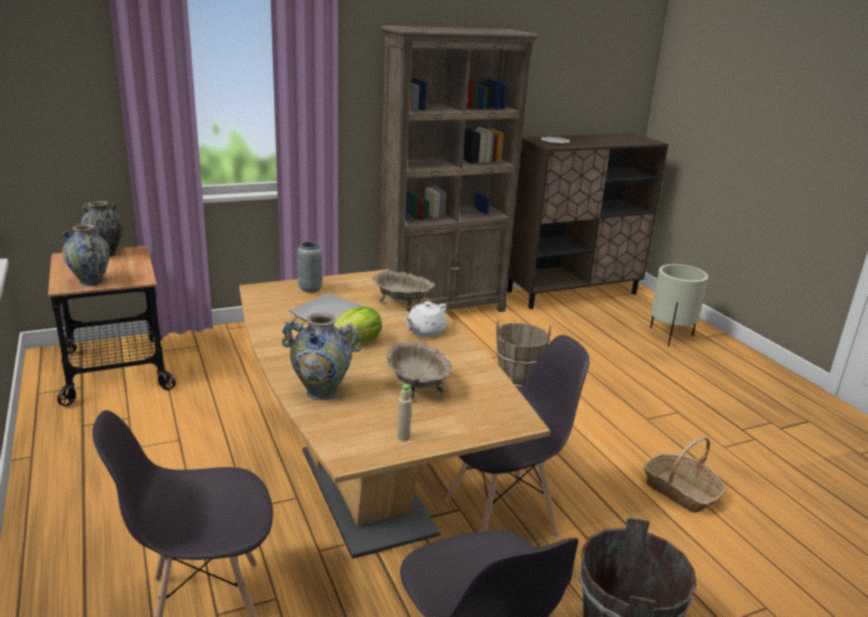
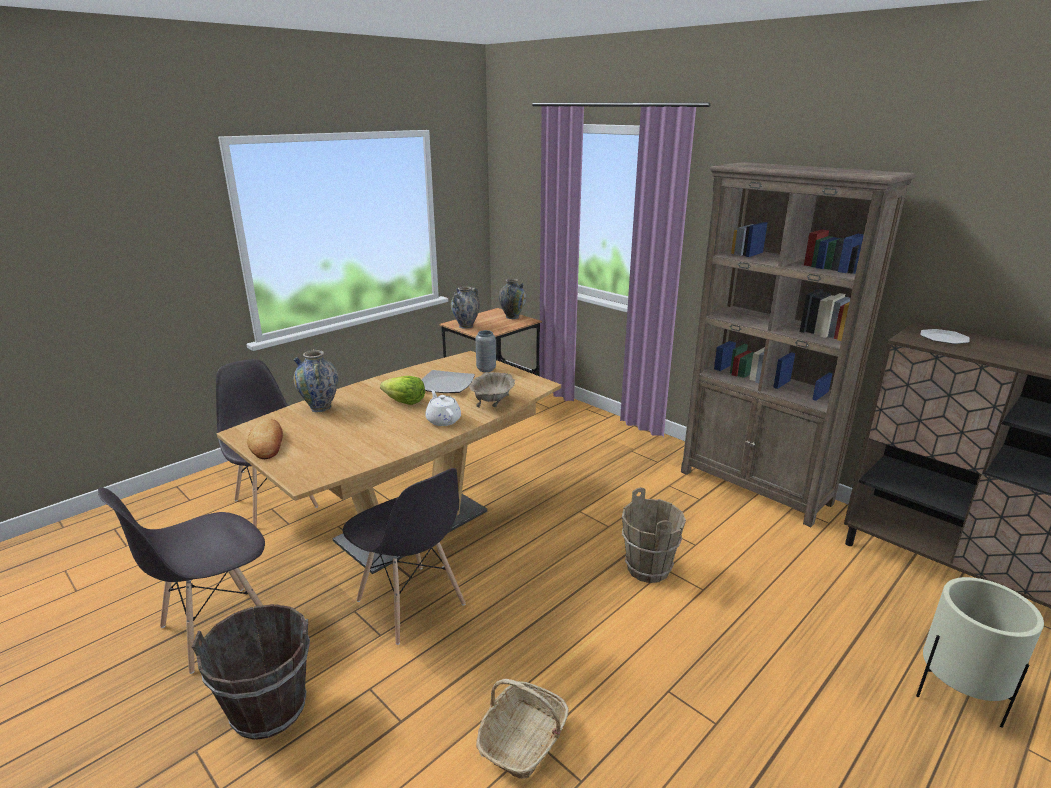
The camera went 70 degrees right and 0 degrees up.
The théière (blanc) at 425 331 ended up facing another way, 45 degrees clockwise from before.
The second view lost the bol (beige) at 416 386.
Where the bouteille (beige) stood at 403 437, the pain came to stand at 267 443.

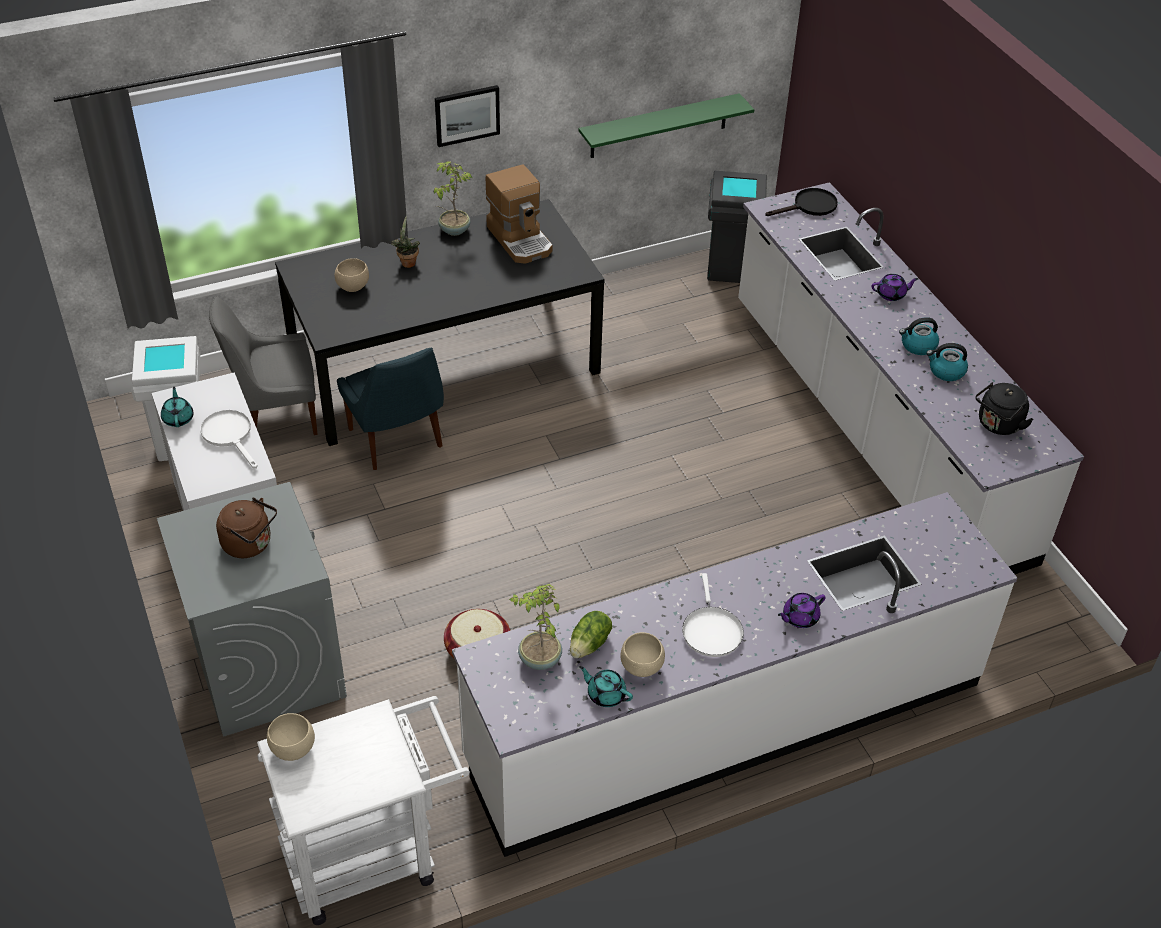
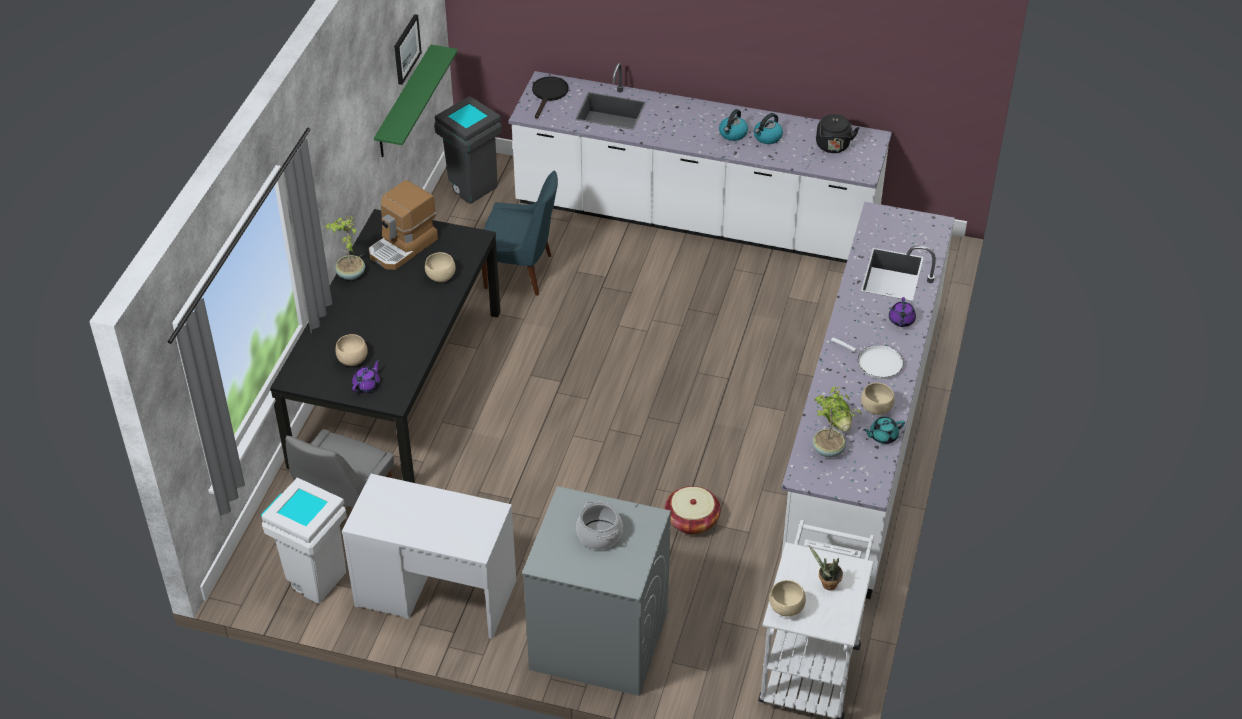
The camera went 50 degrees left and 0 degrees up.
The tableau ended up elsewhere, having gone from 467 115 to 406 49.
The machine à café at 521 239 ended up facing another way, 120 degrees clockwise from before.
The plante en pot ended up elsewhere, having gone from 407 262 to 826 584.
The théière (violet) ended up elsewhere, having gone from 891 294 to 367 385.
The chaise (bleu) ended up elsewhere, having gone from 397 440 to 521 272.
The second view lost the théière (turquoise) at 178 418.
The second view lost the poêle (blanc) at 230 435.
Where the bouilloire (marron) stood at 250 544, the marmite came to stand at 599 535.
The second view gained the bol (beige) at 441 278.

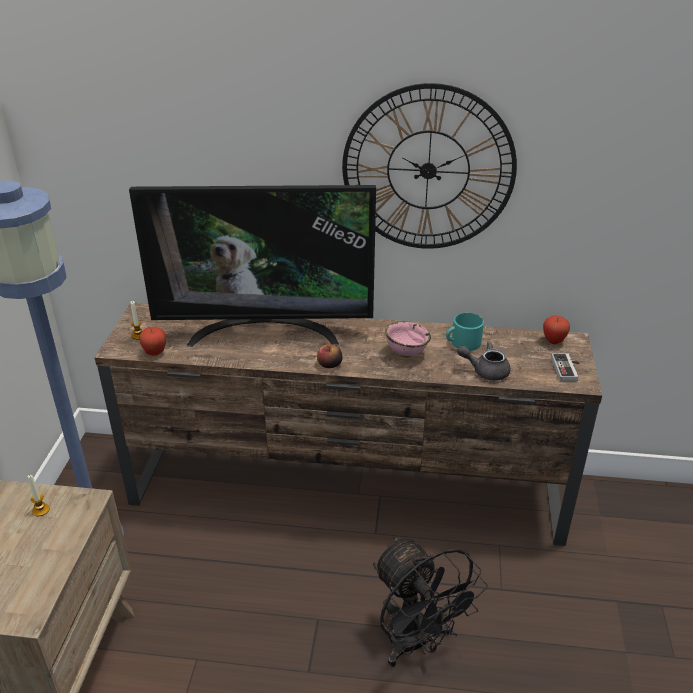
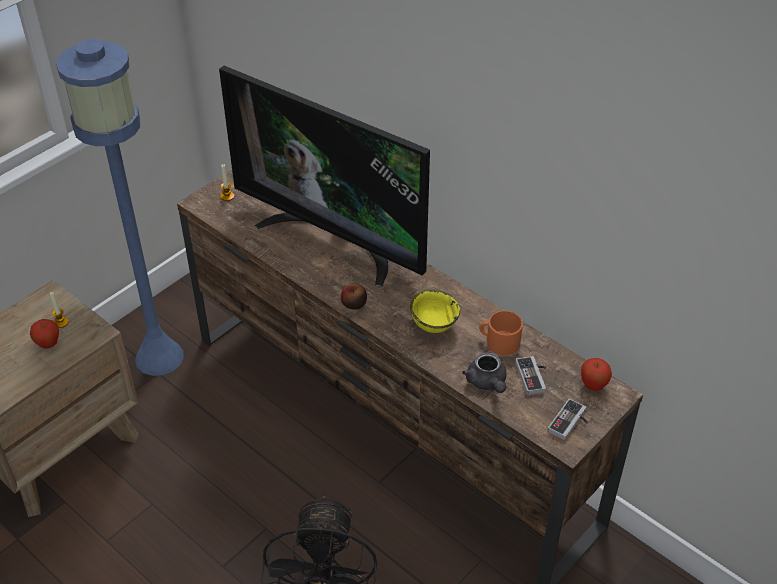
The camera went 35 degrees right and 10 degrees up.
The second view lost the horloge murale at 428 170.
What was the mug (turquoise) at 462 343 turned into the mug (orange) at 498 342.
What was the bol (rose) at 405 353 turned into the bol (jaune) at 433 325.
The pomme ended up elsewhere, having gone from 155 353 to 48 344.
The théière (gris) at 485 371 ended up facing another way, 150 degrees counterclockwise from before.
The second view gained the manette at 534 377.

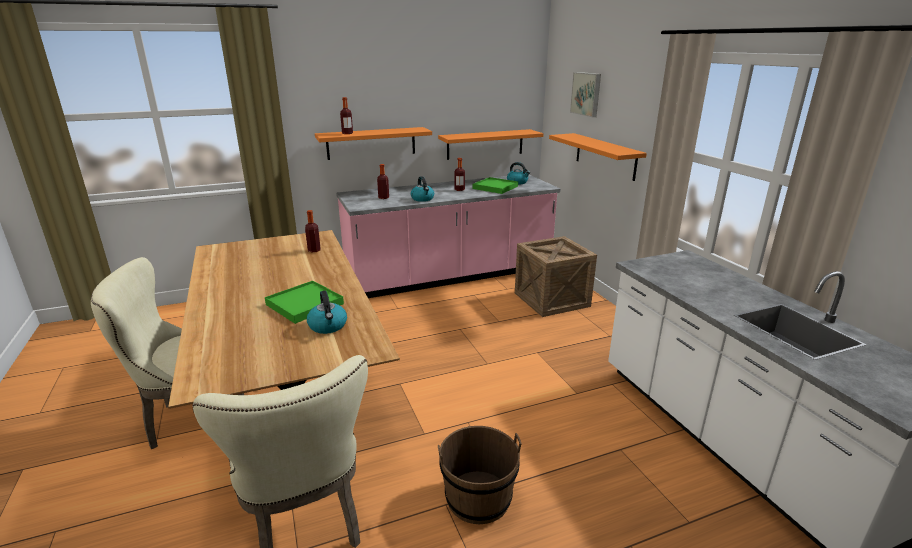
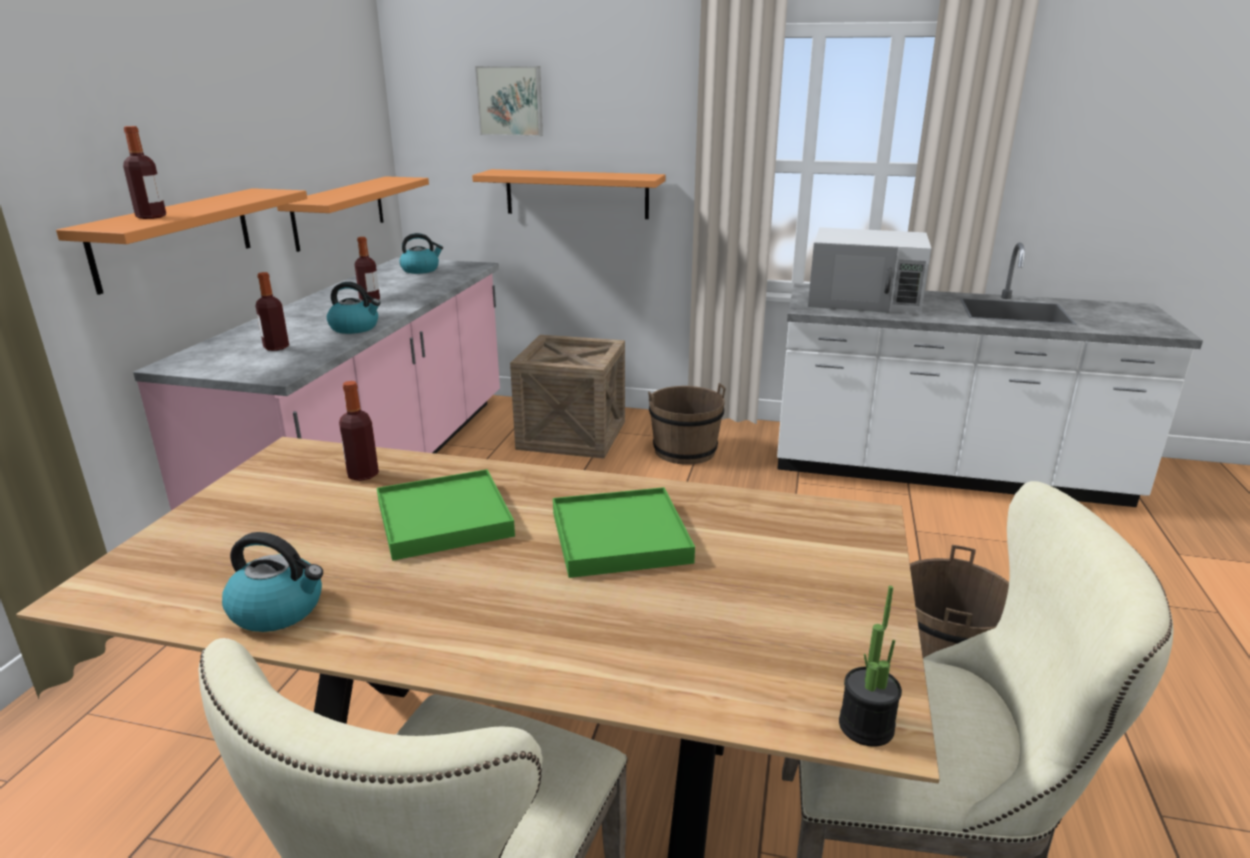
The camera went 55 degrees left and 0 degrees up.
The plateau (vert) ended up elsewhere, having gone from 495 187 to 444 519.
The bouilloire ended up elsewhere, having gone from 328 326 to 279 609.
The second view gained the micro-ondes (blanc) at 865 299.
The second view gained the seau (marron) at 685 451.
The second view gained the plante en pot at 866 726.

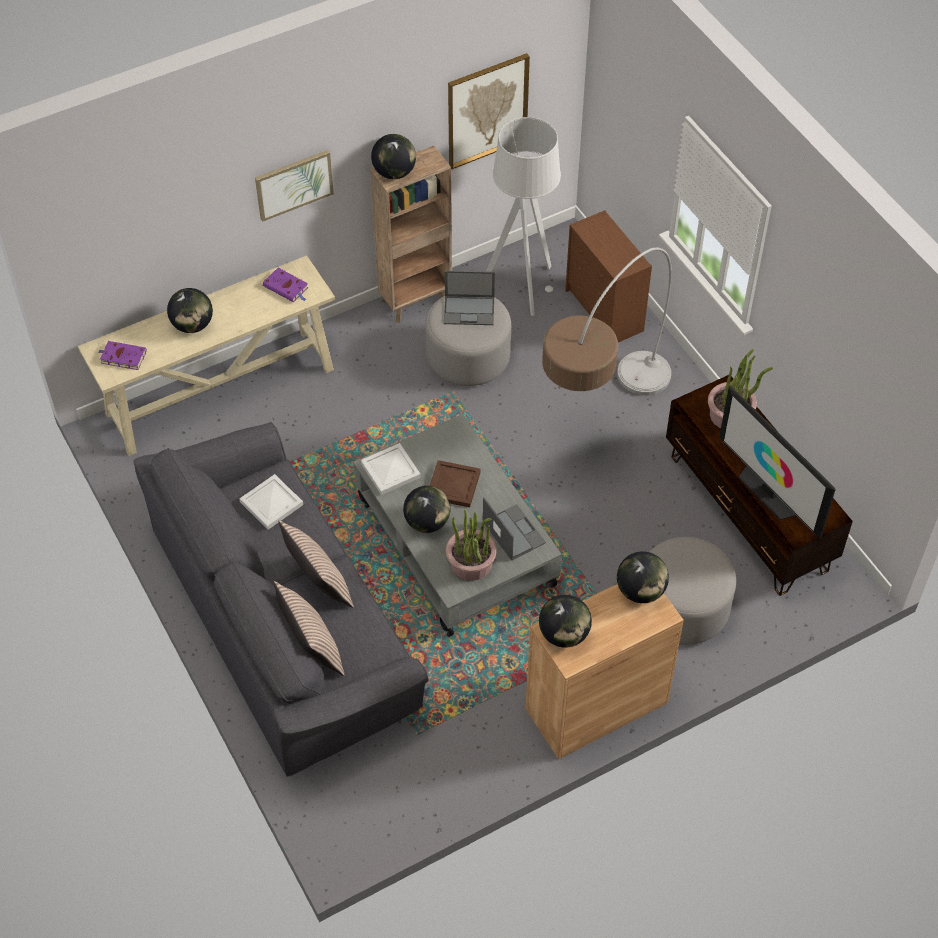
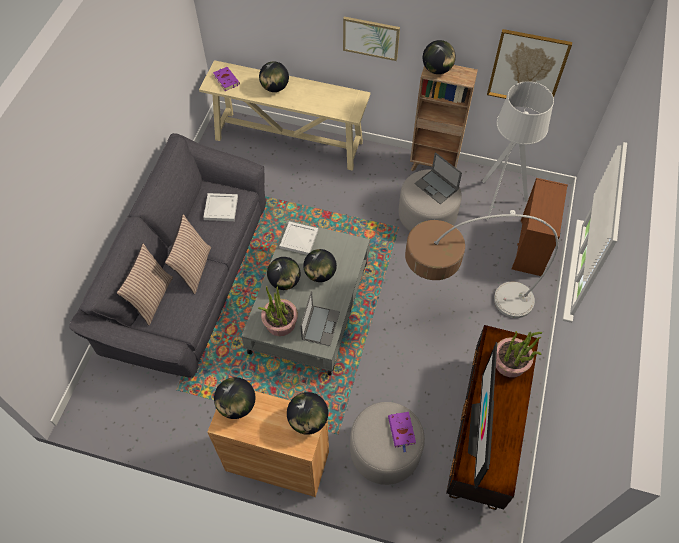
The camera went 45 degrees right and 5 degrees up.
The livre (violet) ended up elsewhere, having gone from 287 287 to 402 431.
Where the plateau (marron) stood at 454 486, the globe came to stand at 320 274.

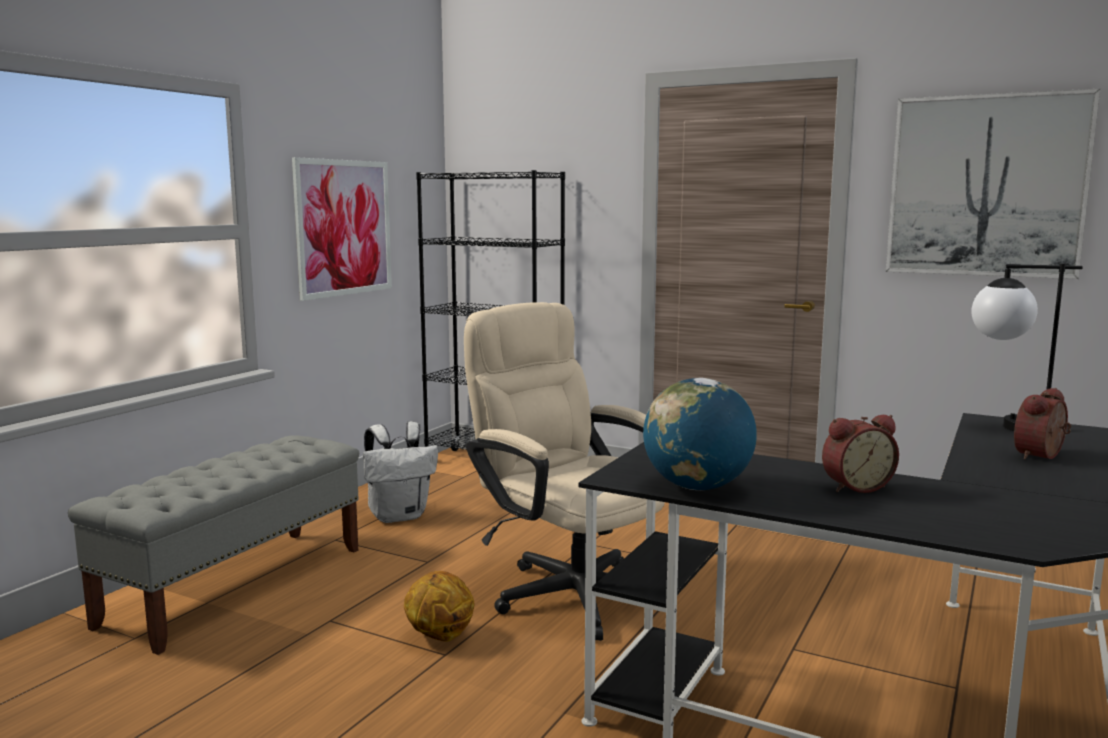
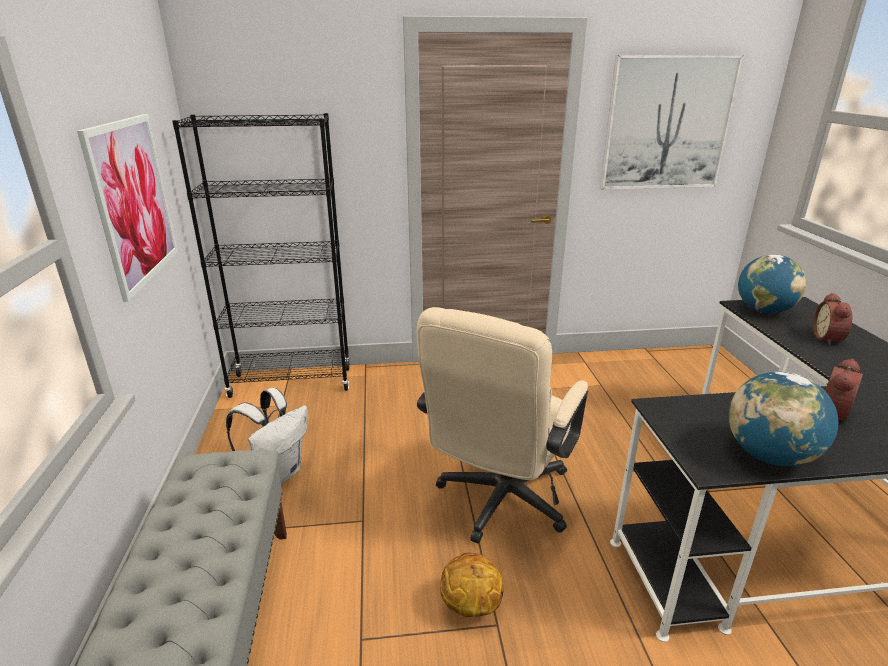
The camera went 35 degrees left and 15 degrees up.
Where the lampe de table stood at 1007 427, the globe came to stand at 763 311.
The chaise de bureau (beige) at 568 590 ended up facing another way, 75 degrees counterclockwise from before.

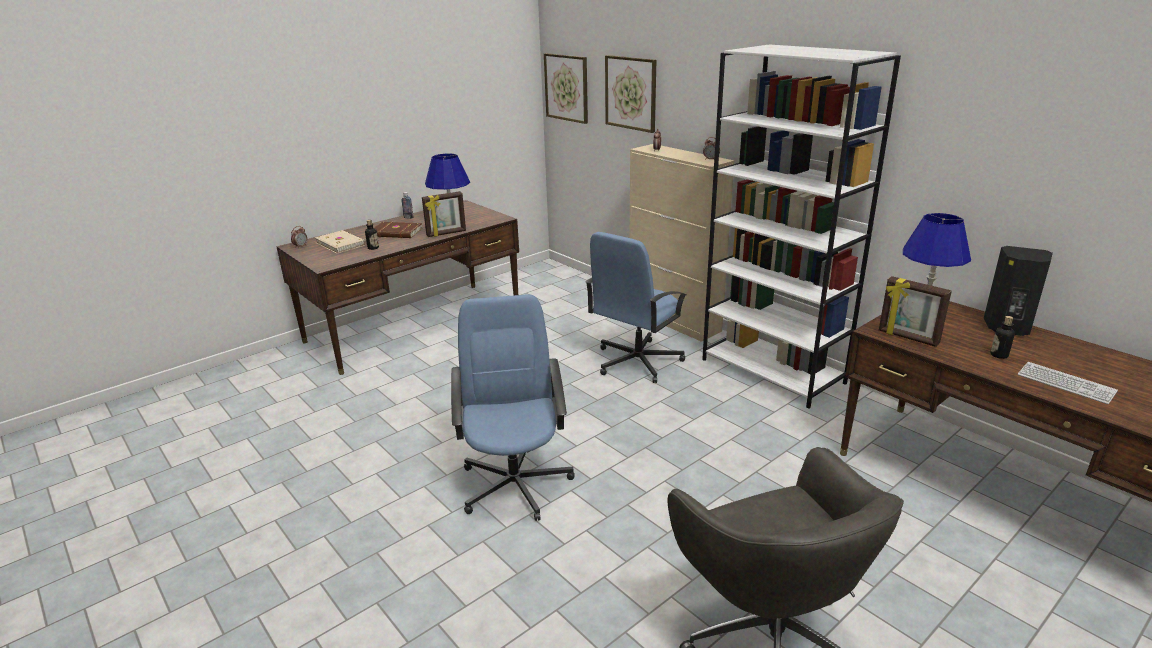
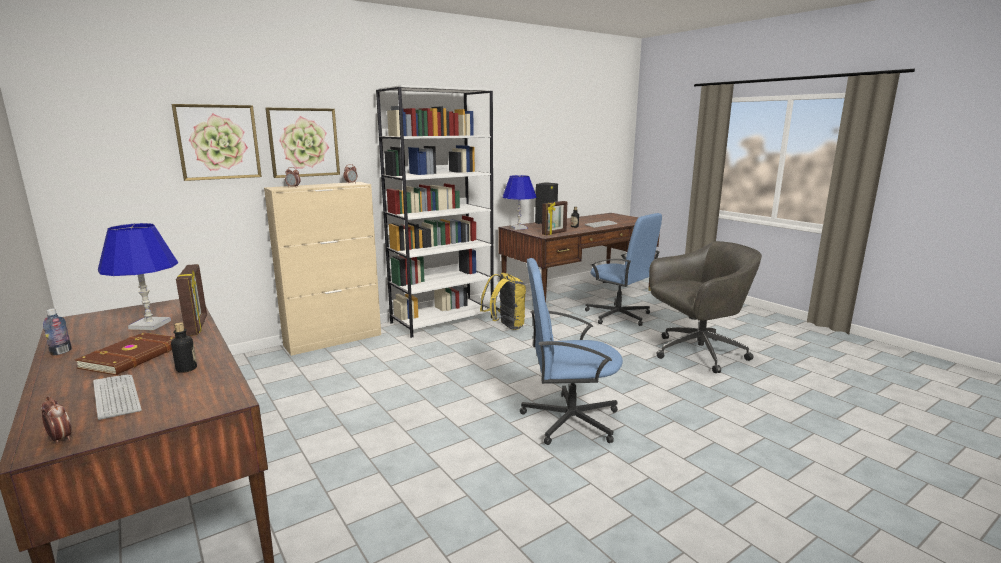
The camera went 85 degrees left and 10 degrees down.
The tableau ended up elsewhere, having gone from 566 87 to 303 142.
Where the livre (beige) stood at 341 244, the clavier came to stand at 116 397.
The chaise de bureau (bleu) ended up elsewhere, having gone from 636 362 to 618 316.
The second view gained the sac à dos (jaune) at 505 326.

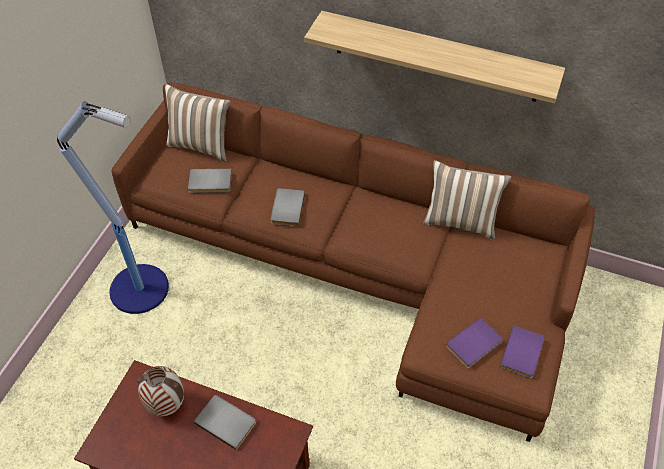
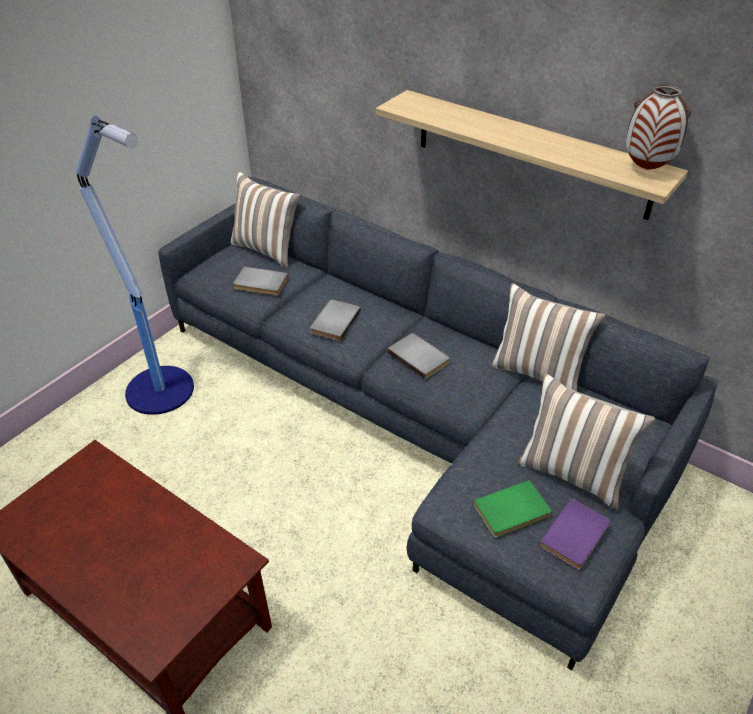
The camera went 15 degrees right and 10 degrees down.
What was the canapé (marron) at 364 269 turned into the canapé (gris) at 418 419.
What was the livre (violet) at 475 345 turned into the livre (vert) at 513 512.
The vase ended up elsewhere, having gone from 167 405 to 647 169.
The livre (gris) ended up elsewhere, having gone from 226 421 to 420 356.
The second view gained the coussin at 573 473.

